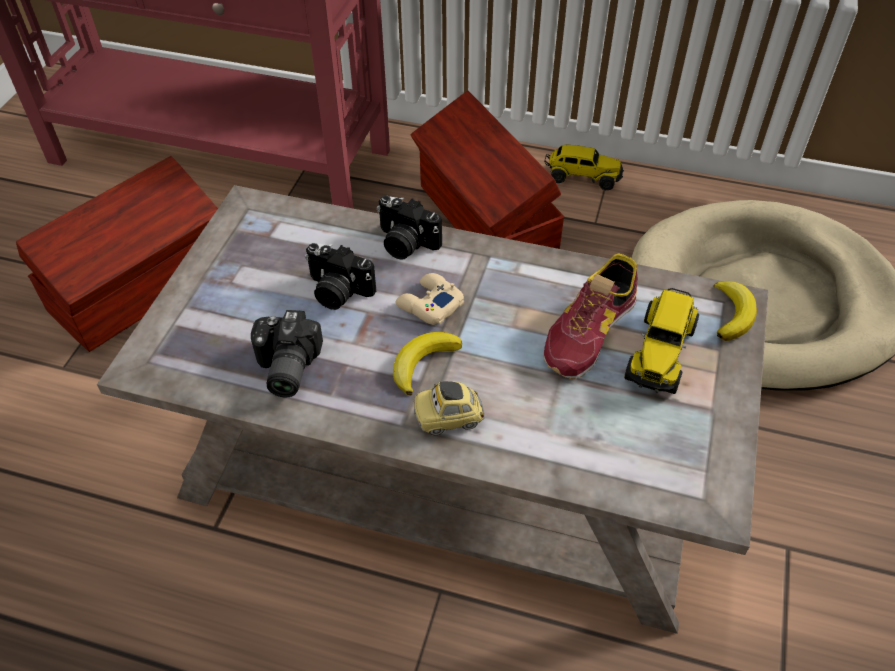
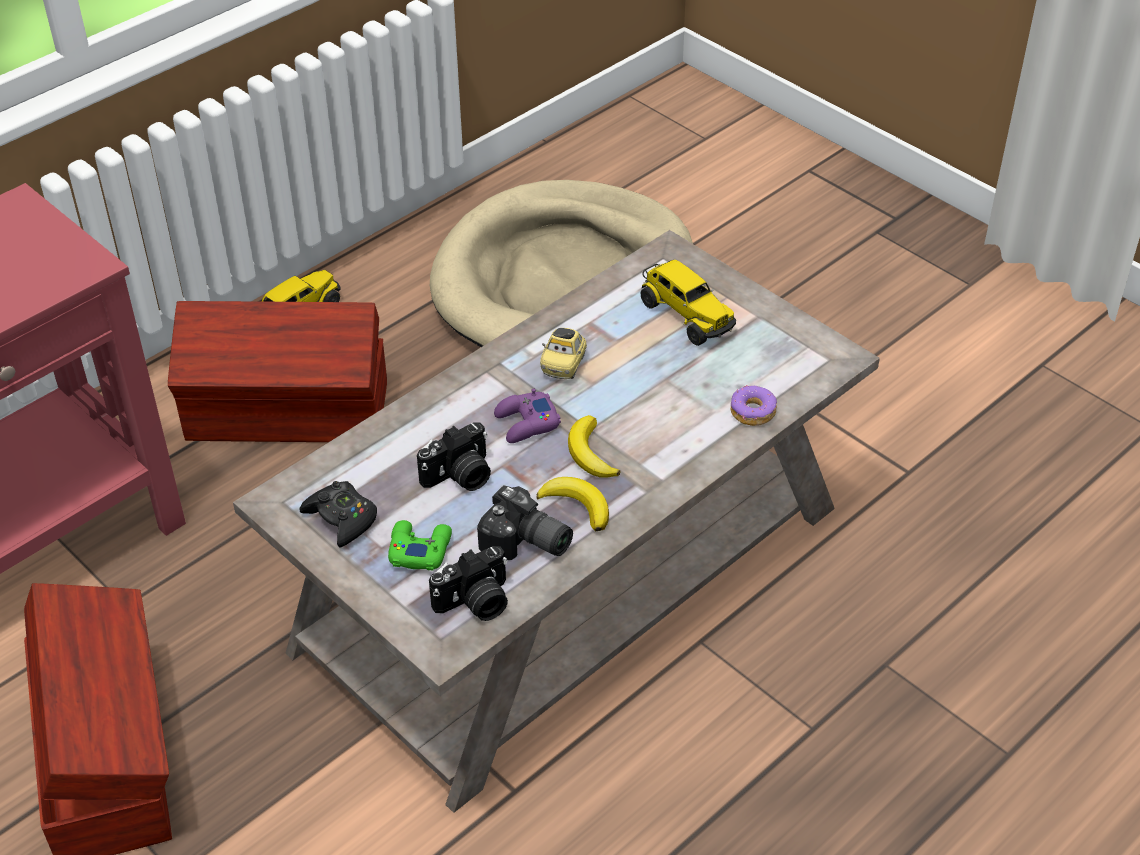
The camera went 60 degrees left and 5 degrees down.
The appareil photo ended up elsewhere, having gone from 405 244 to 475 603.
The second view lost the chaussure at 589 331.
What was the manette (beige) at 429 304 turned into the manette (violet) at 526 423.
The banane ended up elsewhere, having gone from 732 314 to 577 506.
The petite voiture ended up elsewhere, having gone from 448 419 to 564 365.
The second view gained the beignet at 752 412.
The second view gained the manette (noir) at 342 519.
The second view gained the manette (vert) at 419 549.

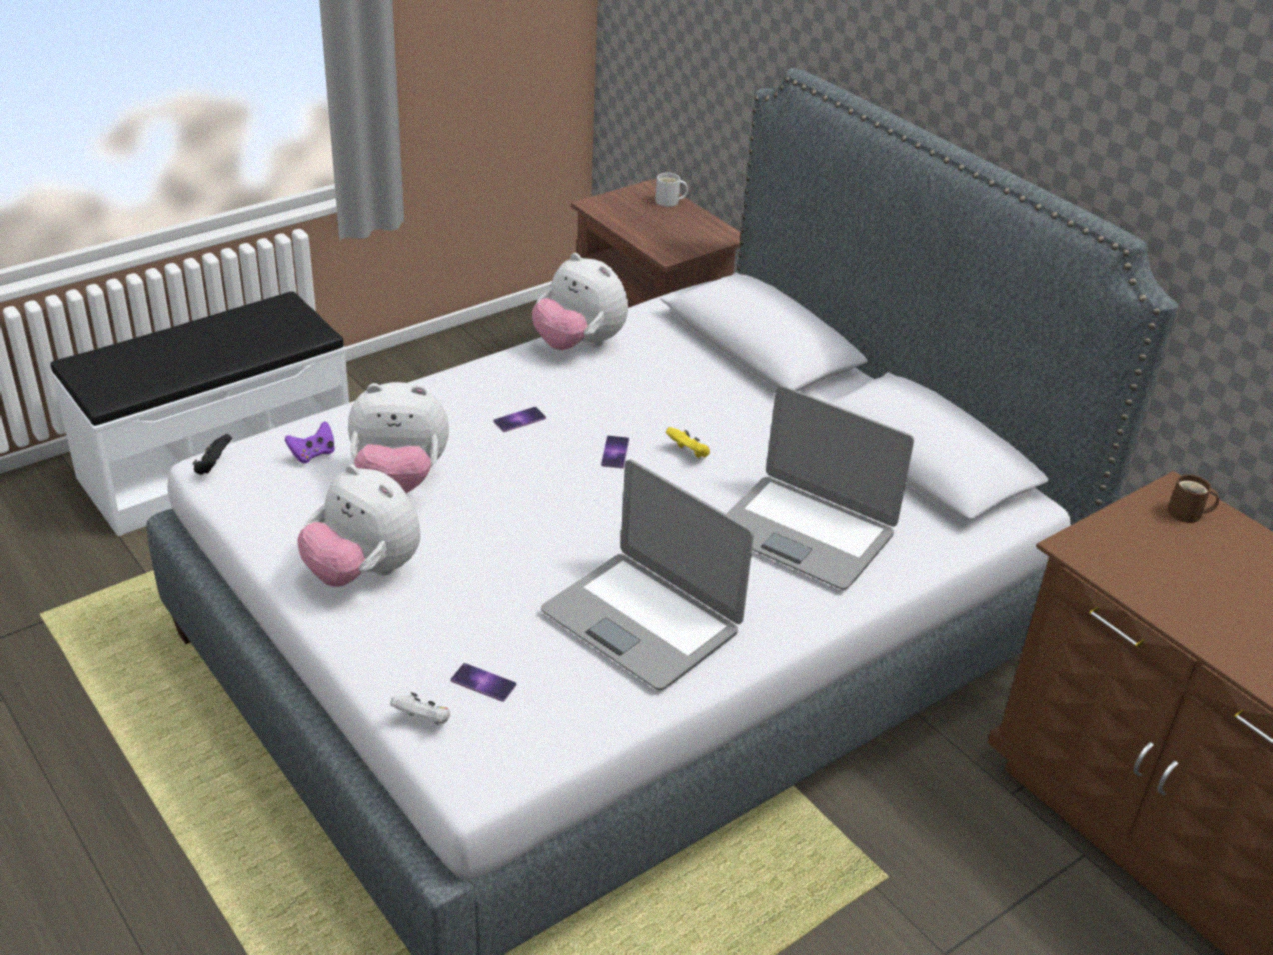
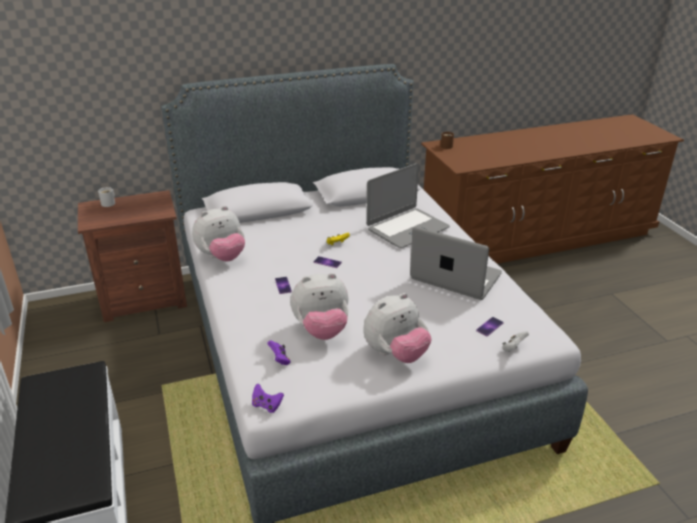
The camera went 70 degrees left and 5 degrees down.
The peluche at 399 480 ended up facing another way, 60 degrees clockwise from before.
What was the manette (noir) at 213 466 turned into the manette (violet) at 267 405.
The ordinateur portable at 642 621 ended up facing another way, 120 degrees counterclockwise from before.

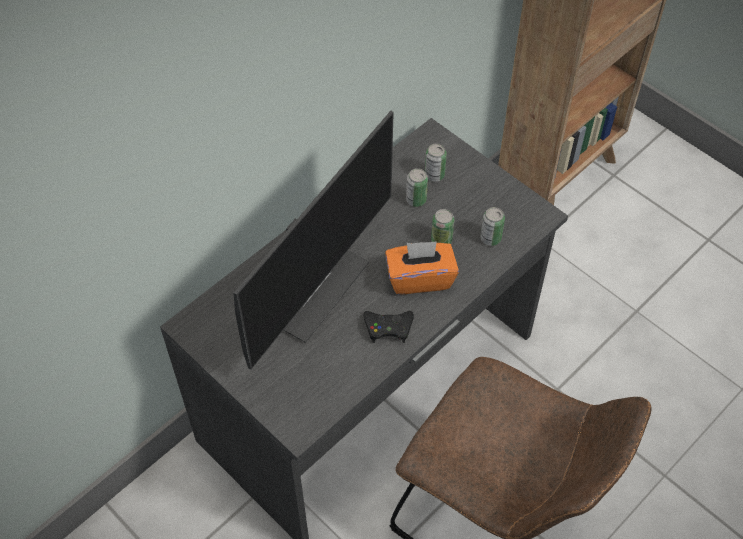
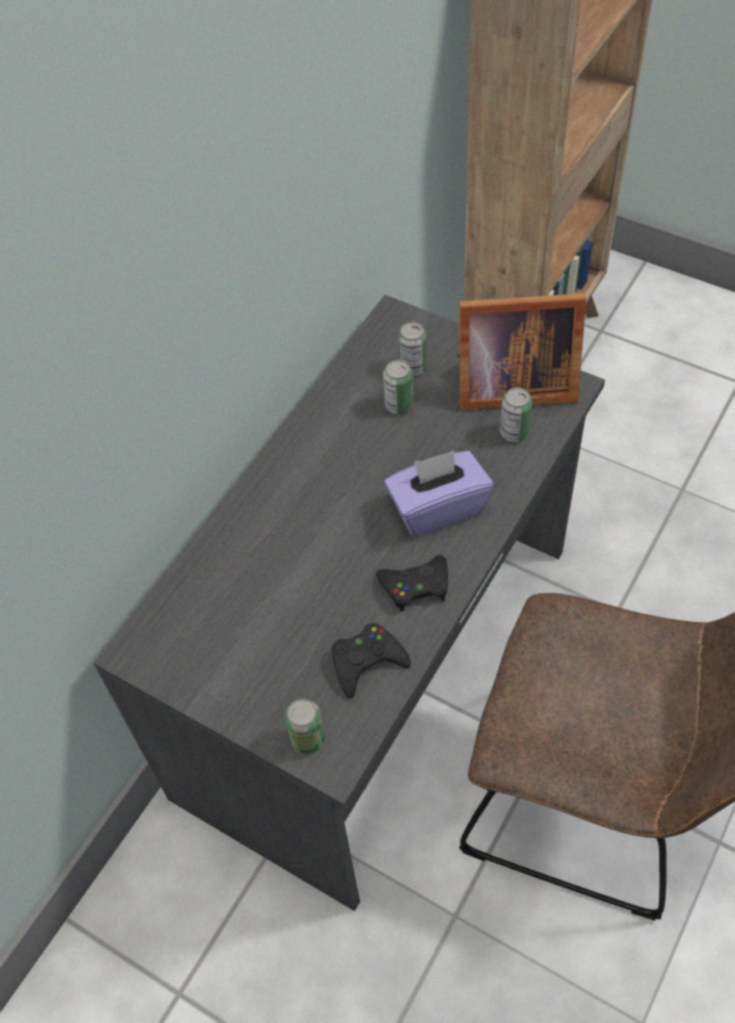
The camera went 10 degrees left and 0 degrees up.
The second view lost the écran d'ordinateur at 309 285.
The boîte métallique ended up elsewhere, having gone from 441 240 to 308 739.
What was the boîte à mouchoirs (orange) at 420 278 turned into the boîte à mouchoirs (violet) at 437 507.
The second view gained the cadre photo at 510 385.
The second view gained the manette (noir) at 367 662.

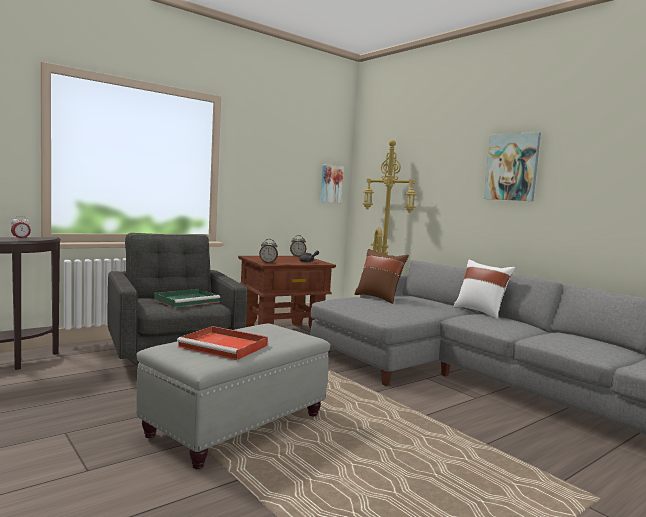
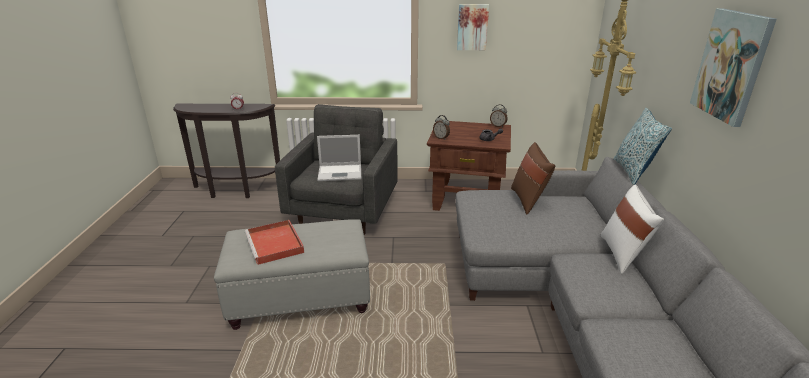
The camera went 40 degrees right and 20 degrees up.
The tableau ended up elsewhere, having gone from 330 184 to 472 27.
Where the plateau (vert) stood at 187 300, the ordinateur portable came to stand at 341 173.
The second view gained the coussin at 632 172.

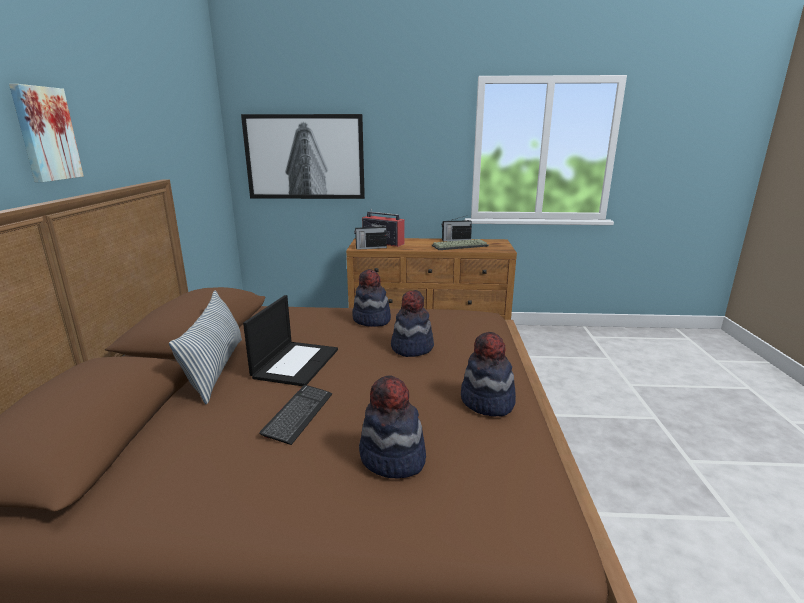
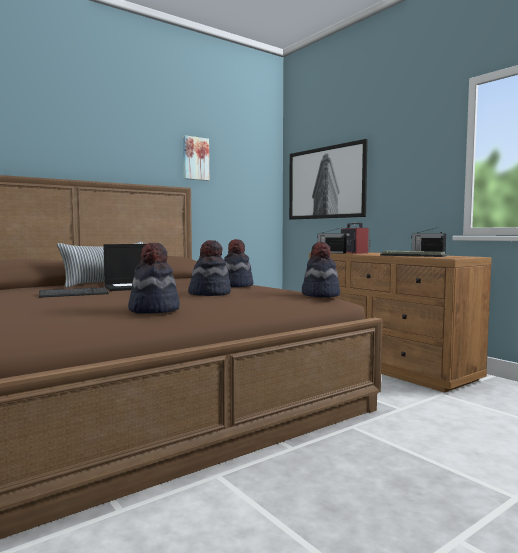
The camera went 50 degrees right and 15 degrees down.
The tableau ended up elsewhere, having gone from 45 134 to 195 158.
The chapeau ended up elsewhere, having gone from 392 458 to 320 295.

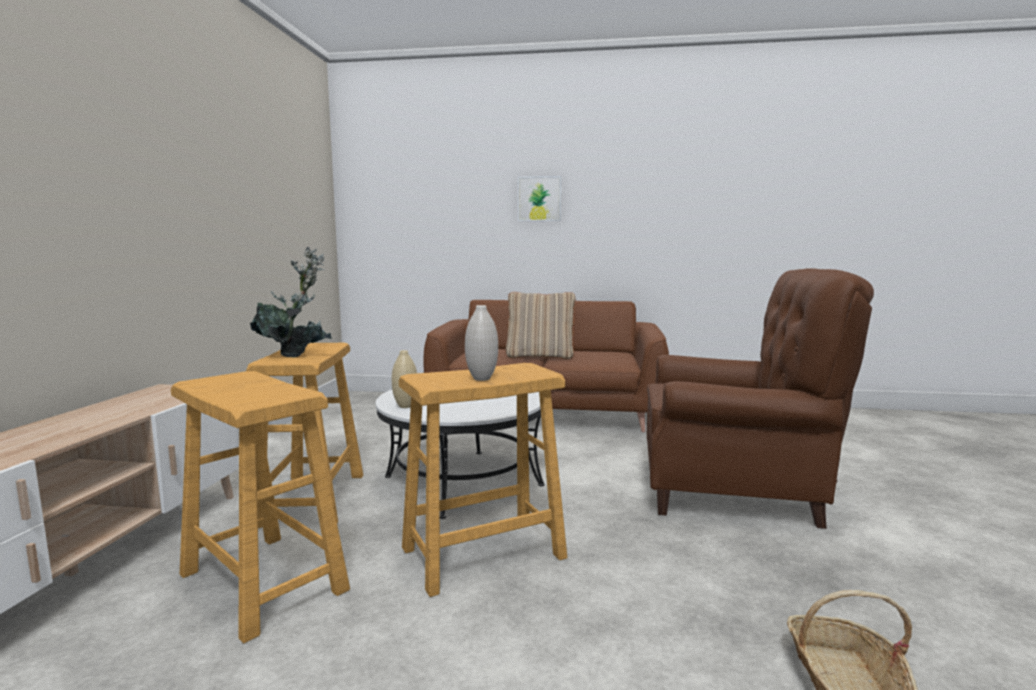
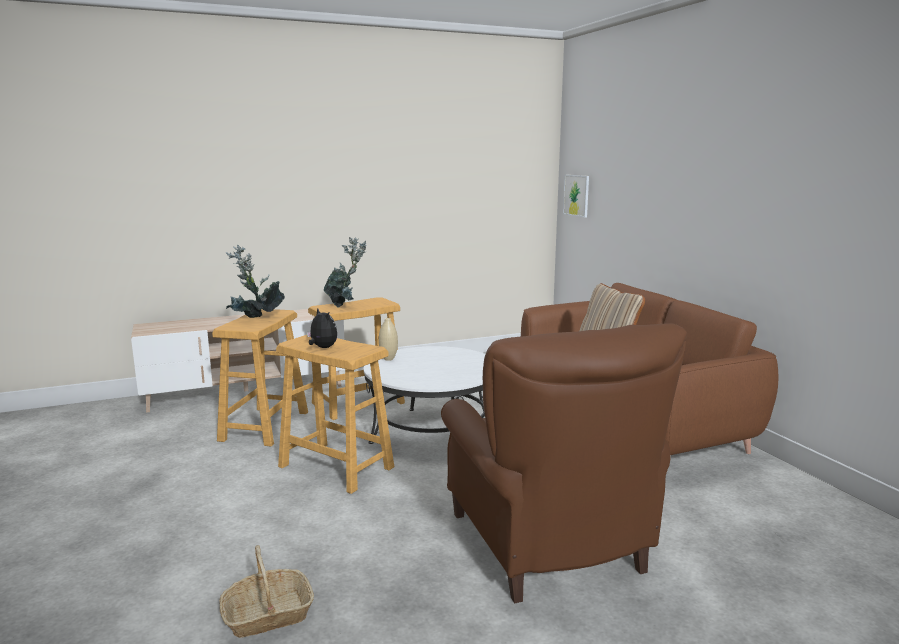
The camera went 60 degrees right and 5 degrees up.
The tableau ended up elsewhere, having gone from 539 199 to 576 195.
Where the vase (blanc) stood at 481 379, the peluche came to stand at 322 348.
The second view gained the plante en pot at 255 319.

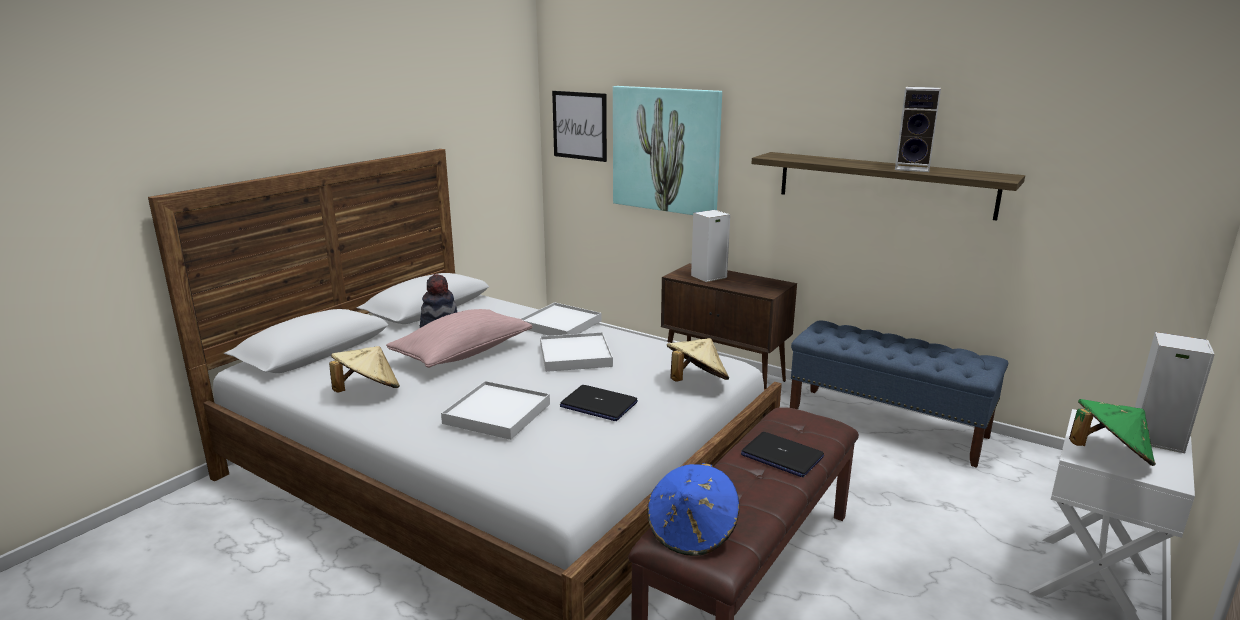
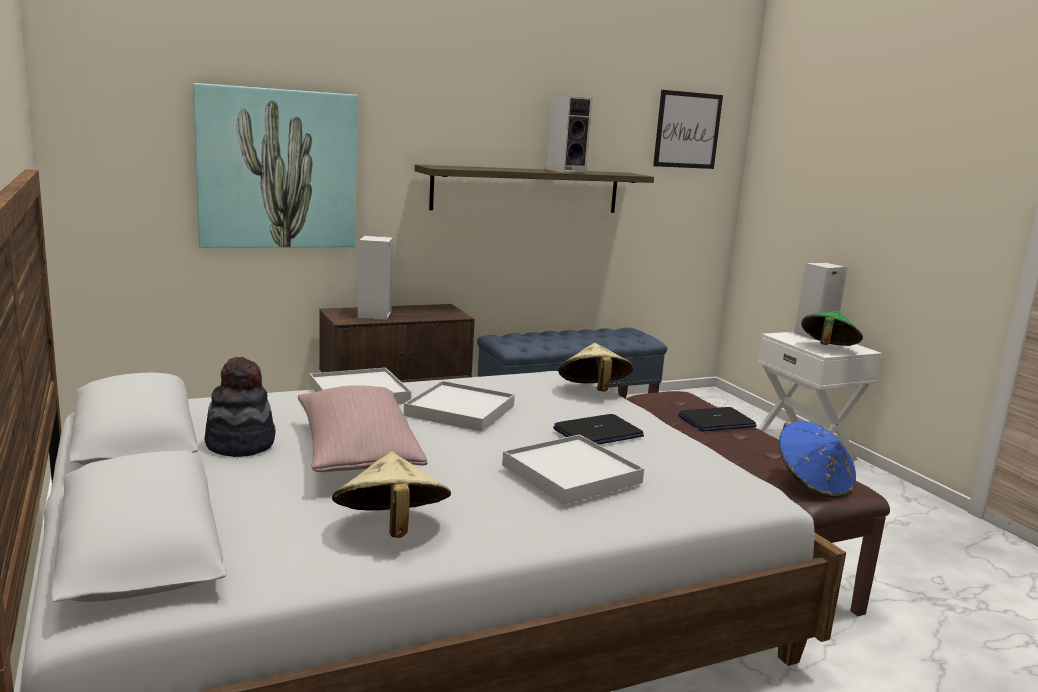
The camera went 60 degrees left and 5 degrees down.
The tableau ended up elsewhere, having gone from 579 125 to 687 130.

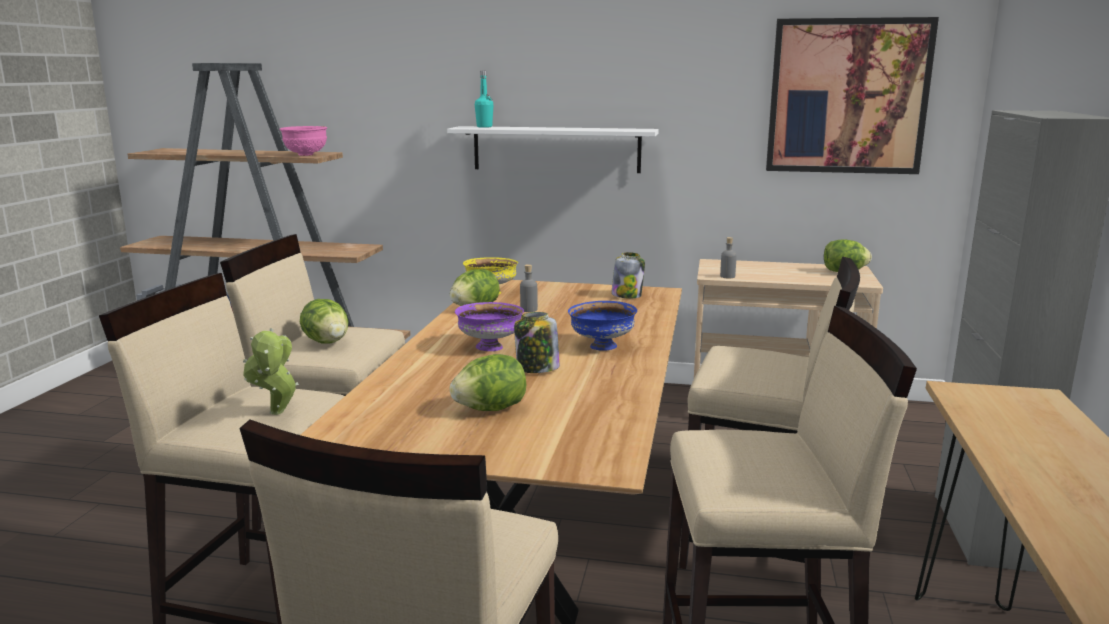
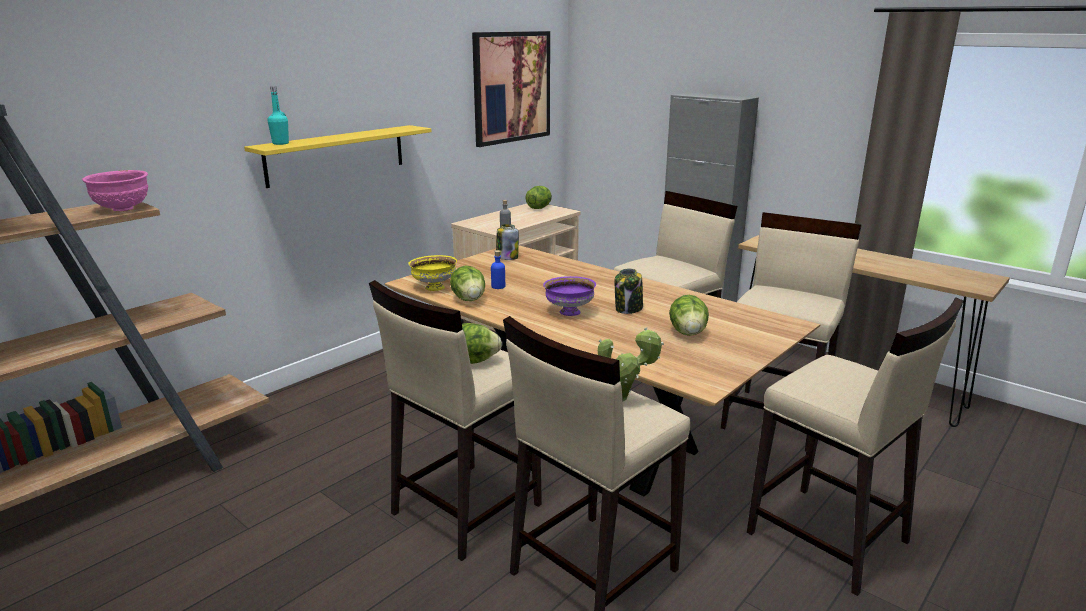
The camera went 60 degrees left and 5 degrees up.
What was the étagère (blanc) at 556 149 turned into the étagère (jaune) at 336 155.
What was the bouteille (gris) at 528 309 turned into the bouteille (bleu) at 498 286.
The second view lost the bol (bleu) at 601 347.

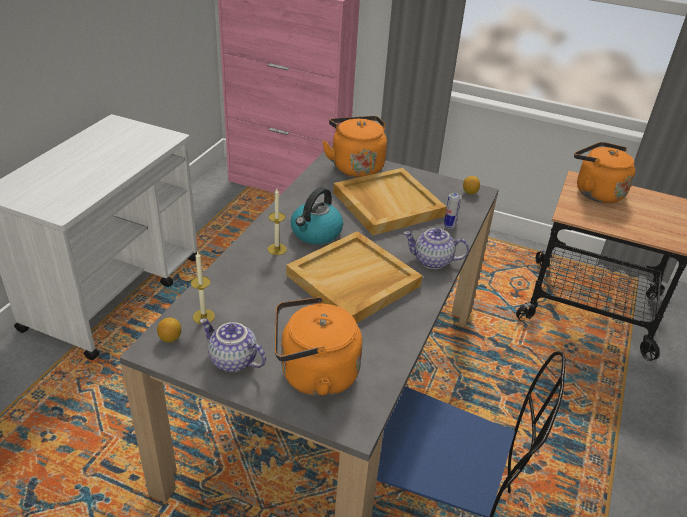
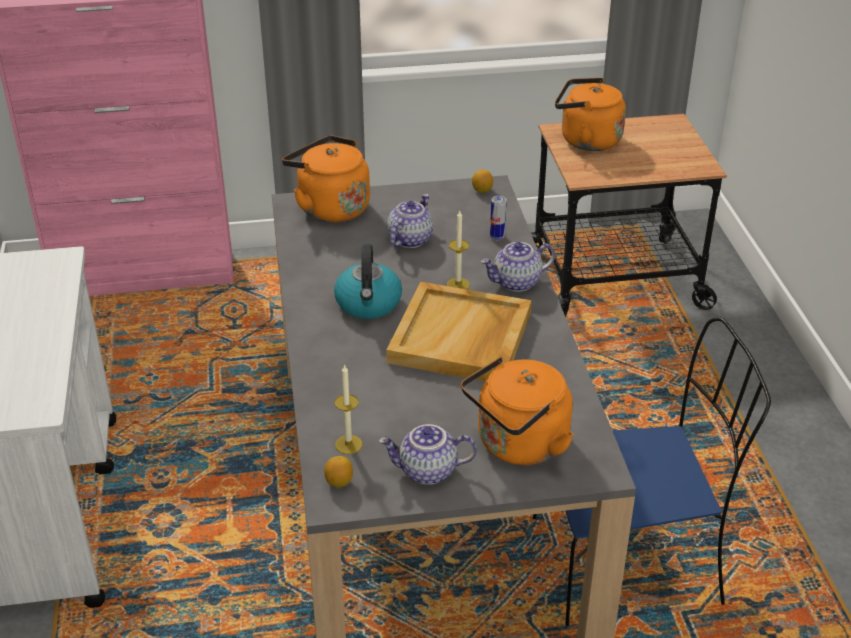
The camera went 30 degrees left and 0 degrees up.
Where the plateau (beige) stood at 386 204, the théière came to stand at 409 239.
The bougie ended up elsewhere, having gone from 277 249 to 458 284.

